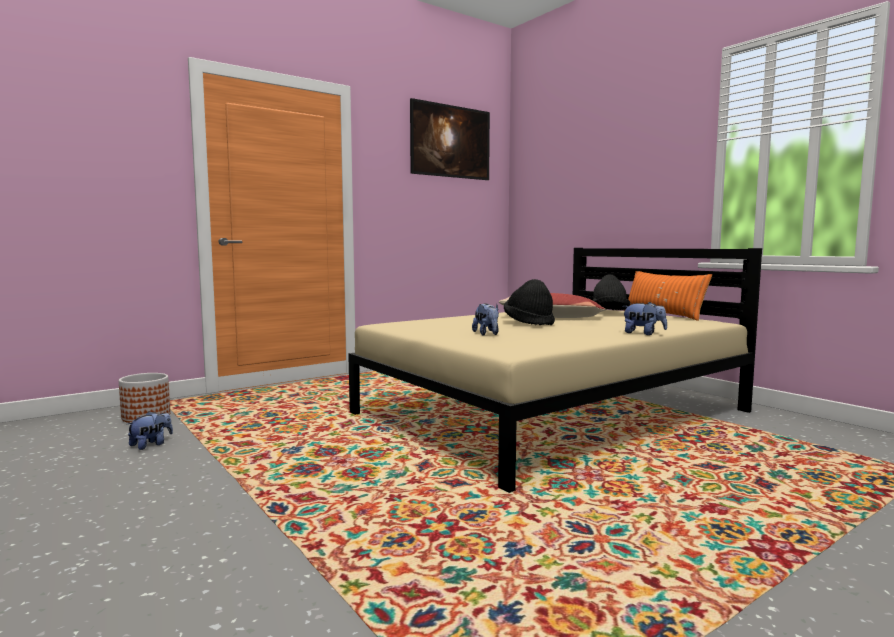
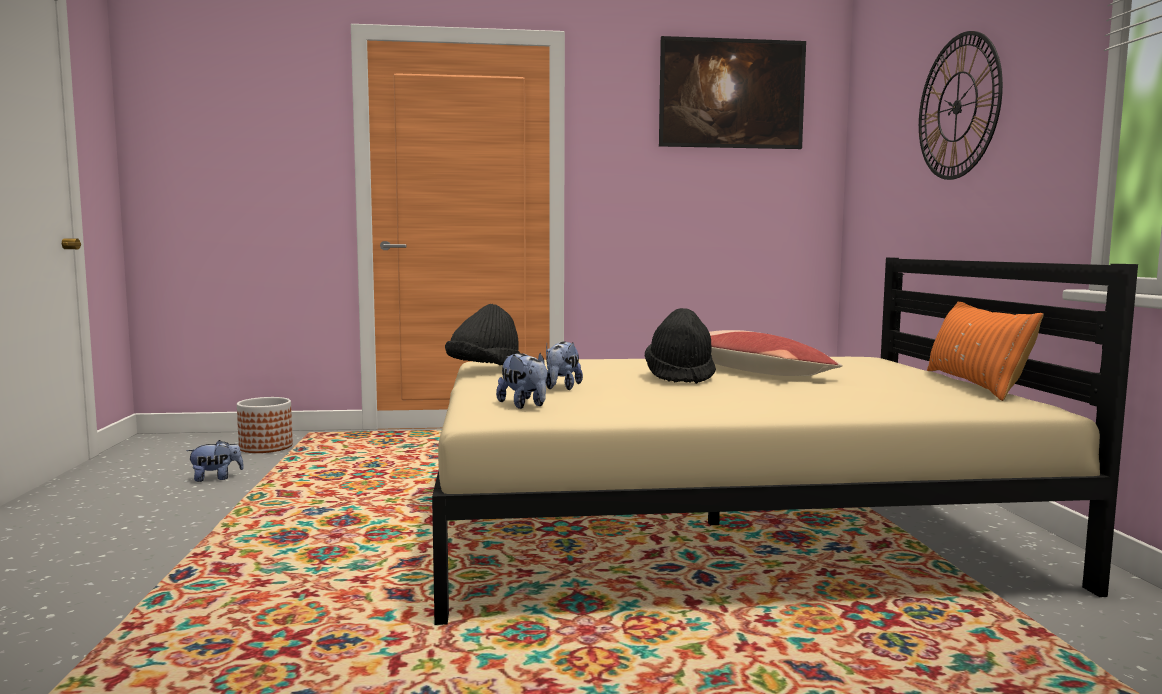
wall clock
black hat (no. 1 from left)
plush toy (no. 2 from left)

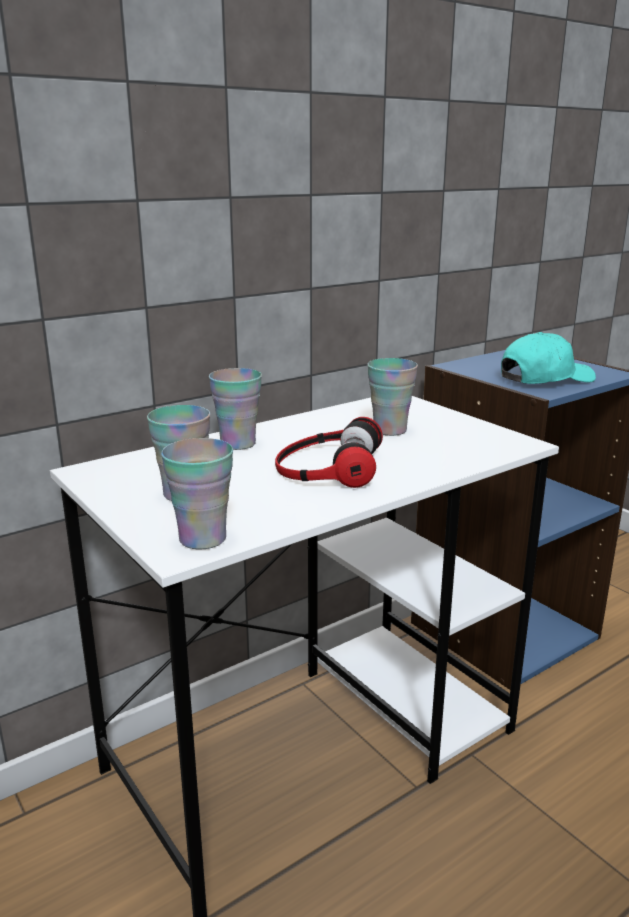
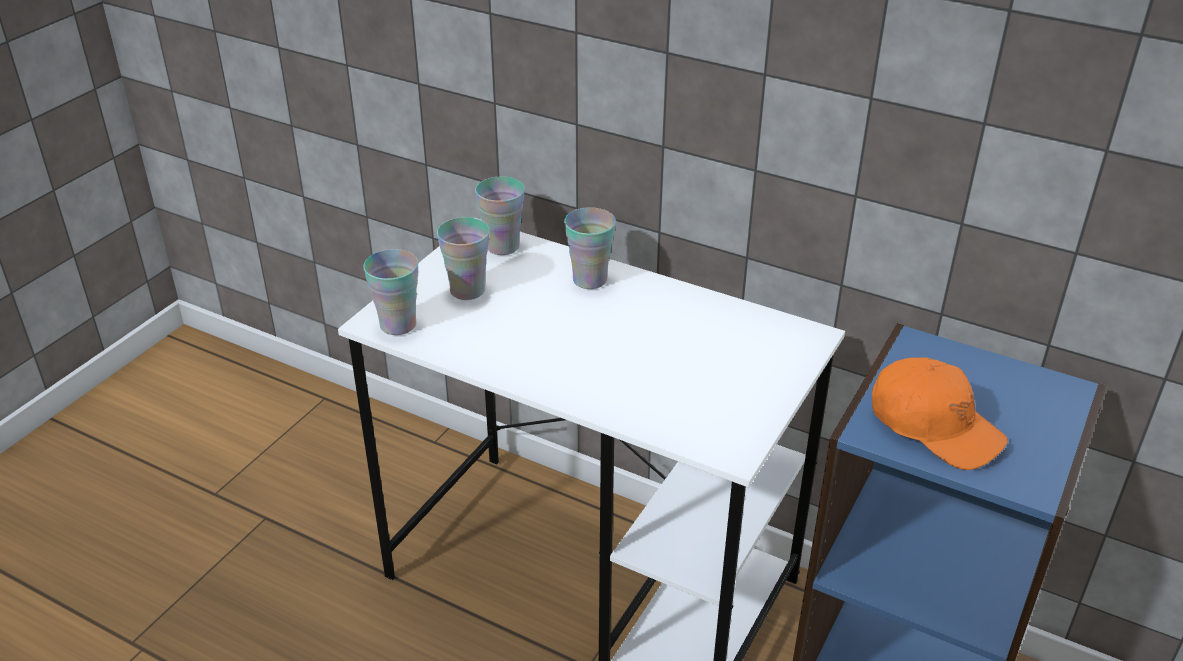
headphones
cup (no. 3 from left)
orange cap

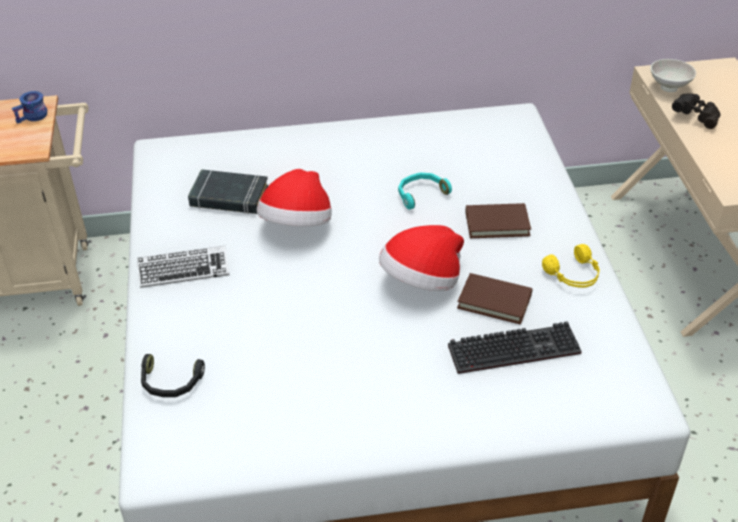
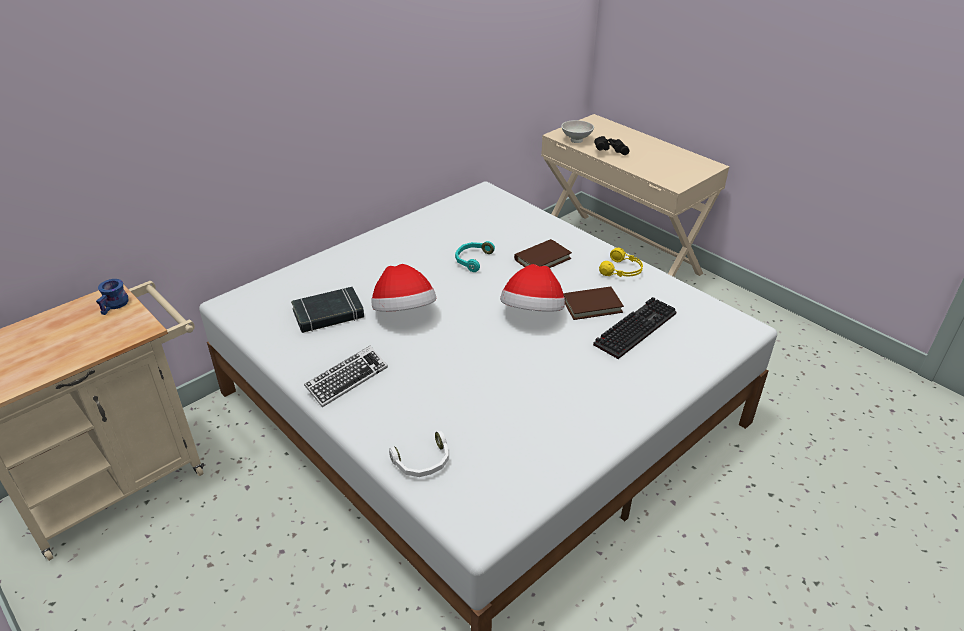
white headphones

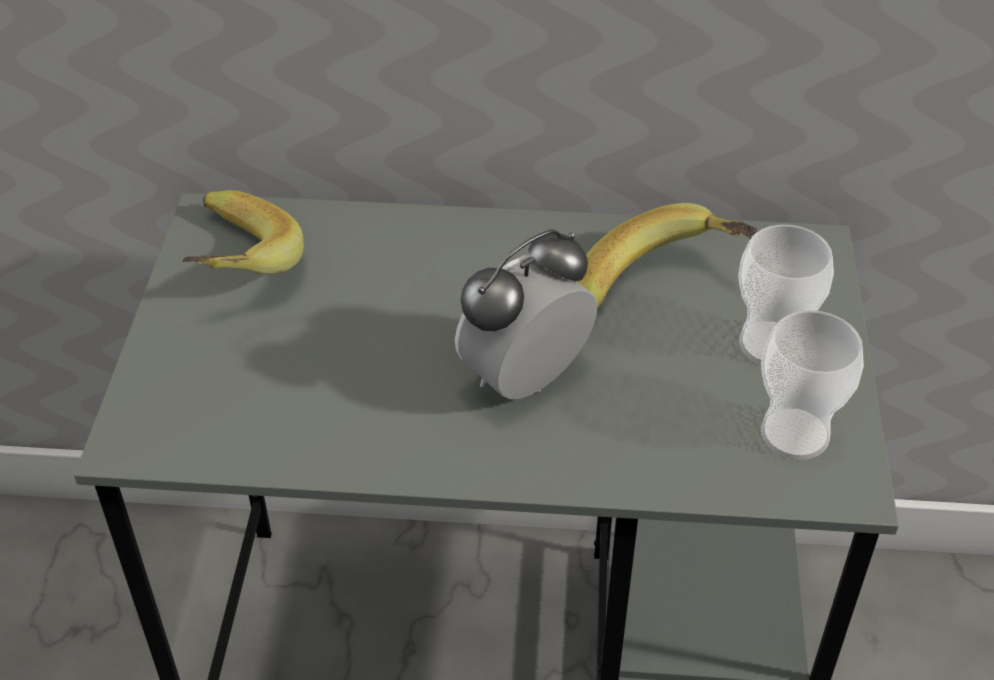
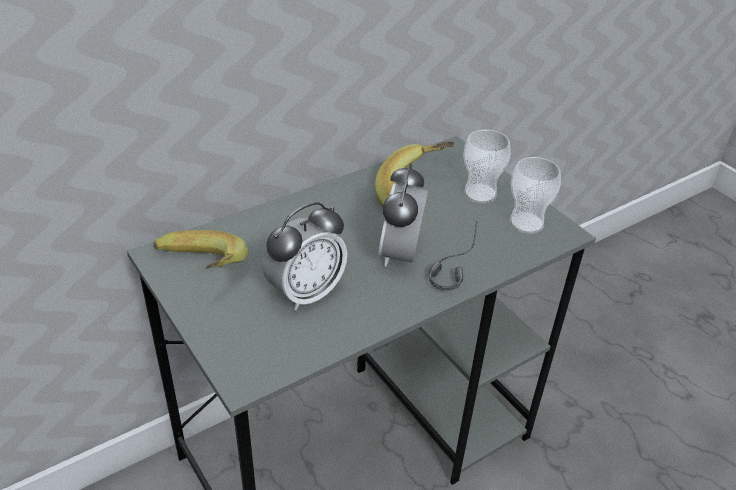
alarm clock (no. 1 from left)
headphones

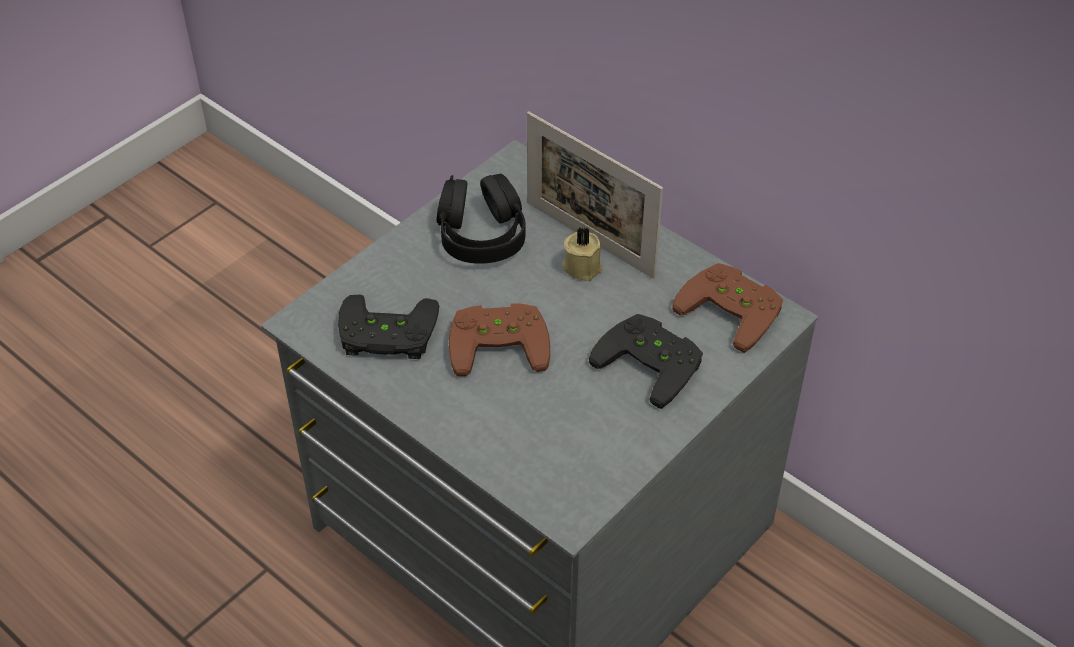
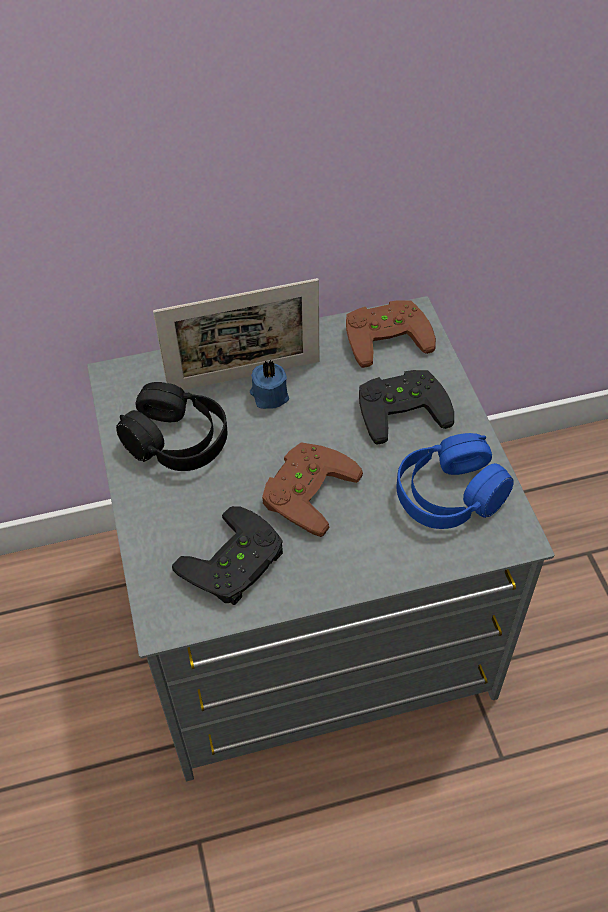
blue headphones
blue candle

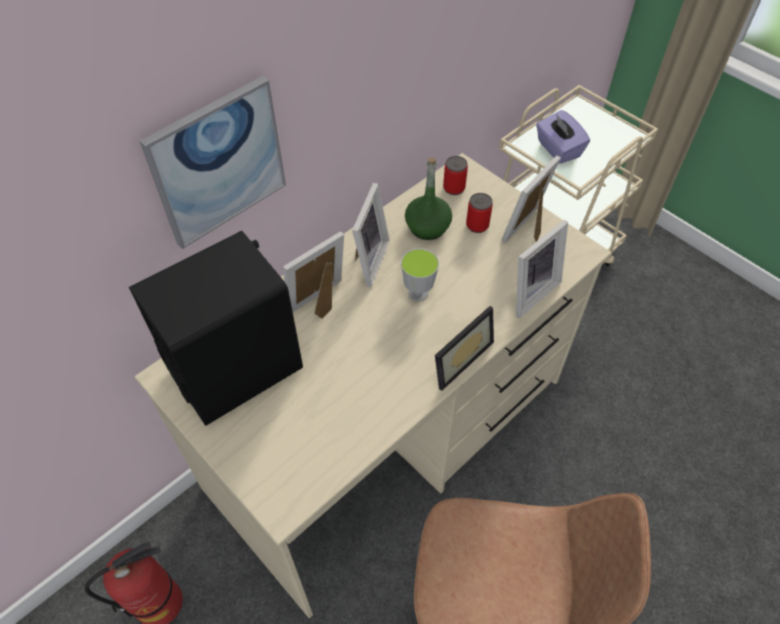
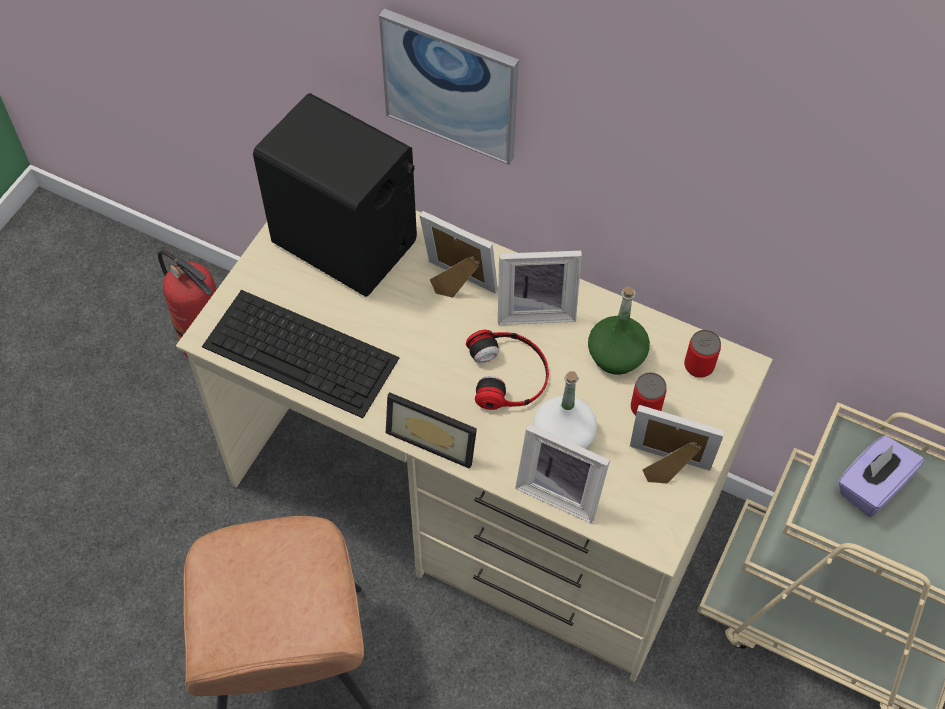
keyboard
white bottle
headphones

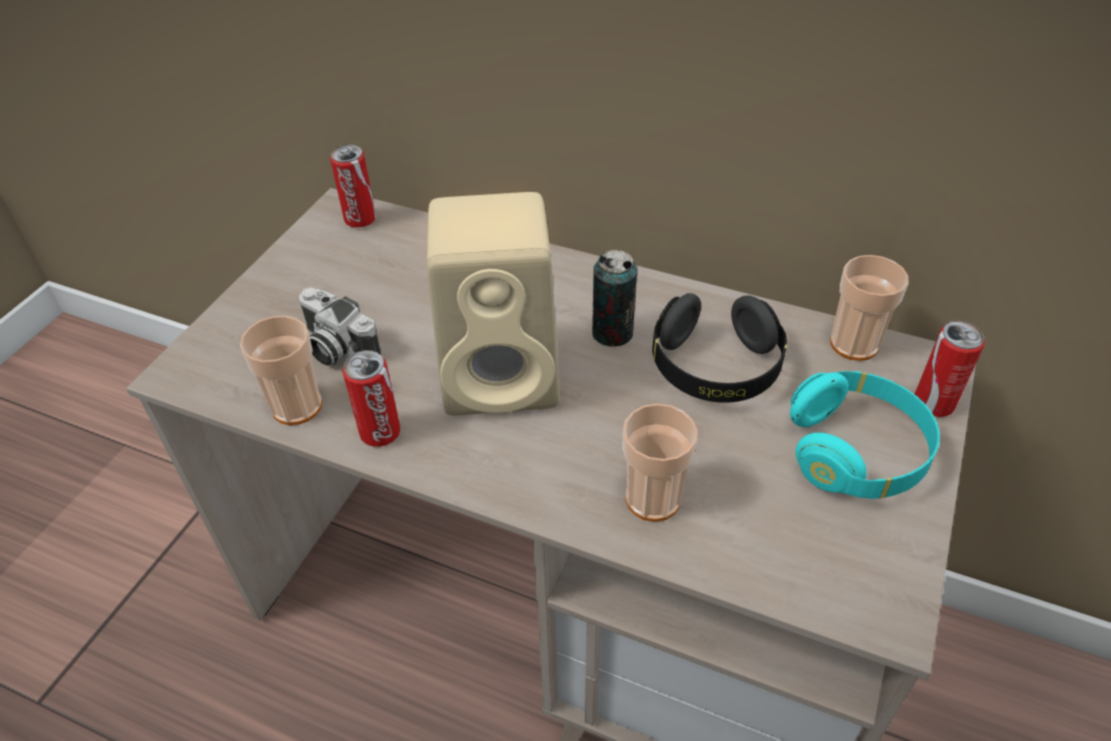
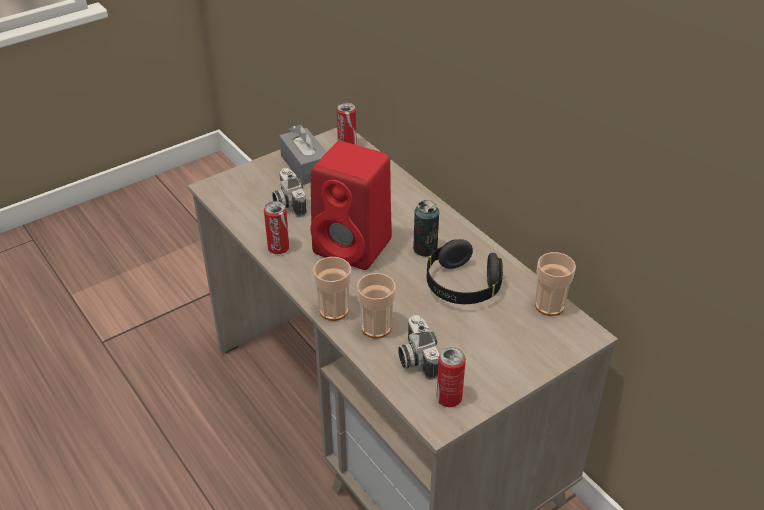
turquoise headphones
grey tissue box
photo camera (no. 2 from left)
cup (no. 1 from left)
can (no. 4 from left)
red speaker

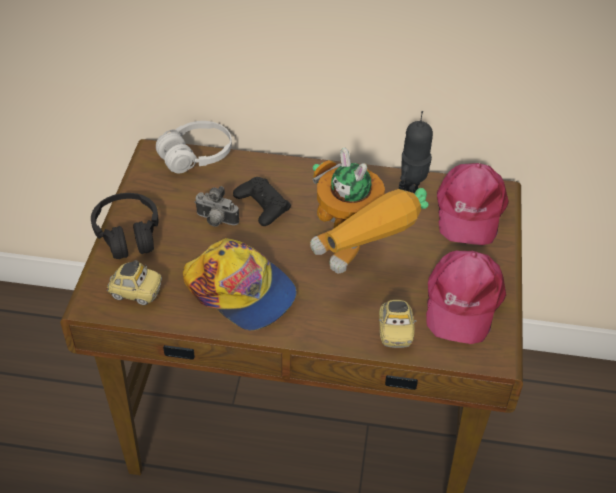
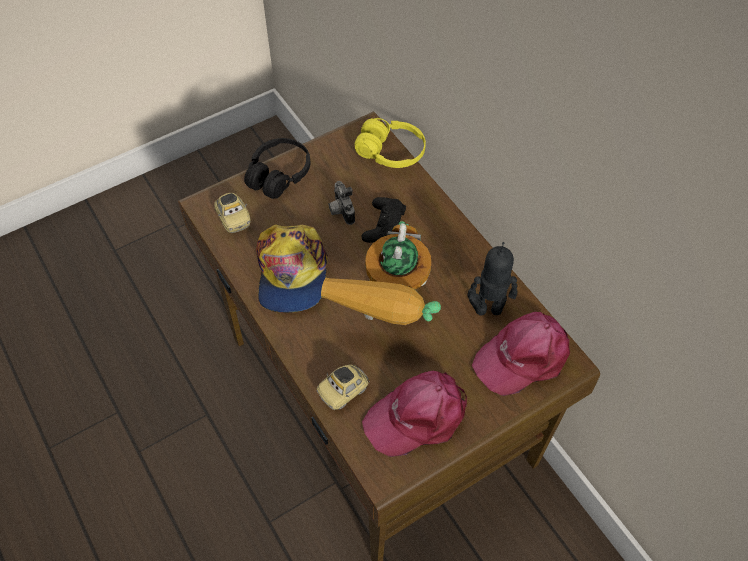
yellow headphones

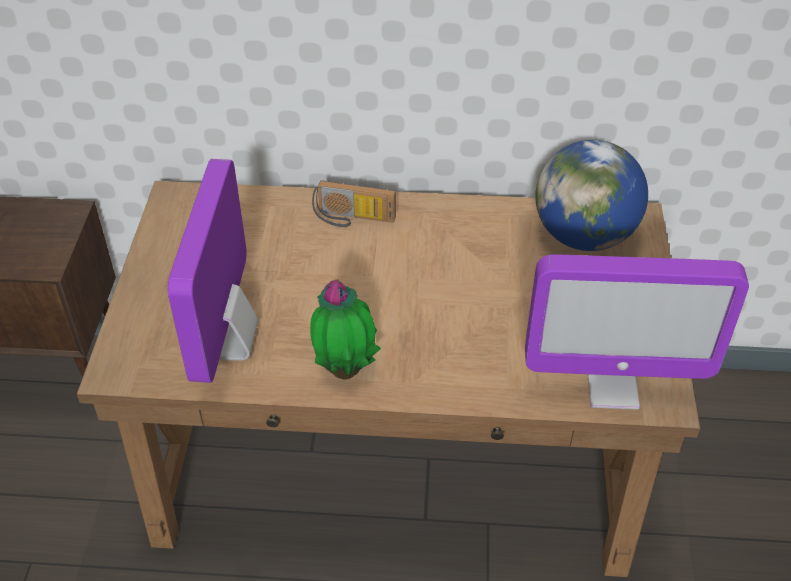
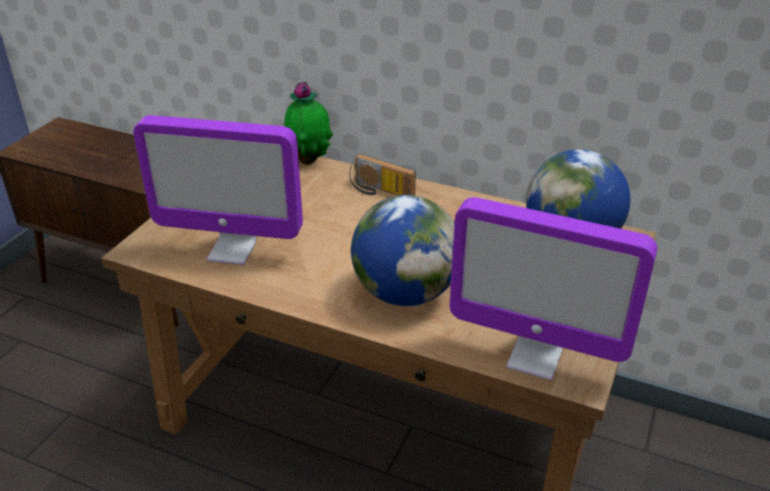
globe (no. 1 from left)
potted plant
monitor (no. 1 from left)

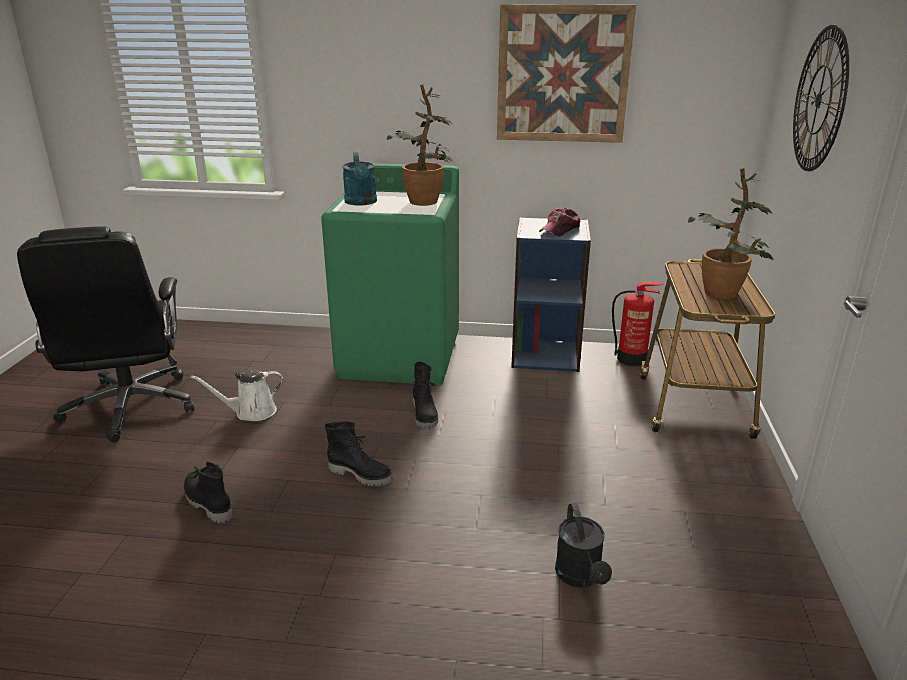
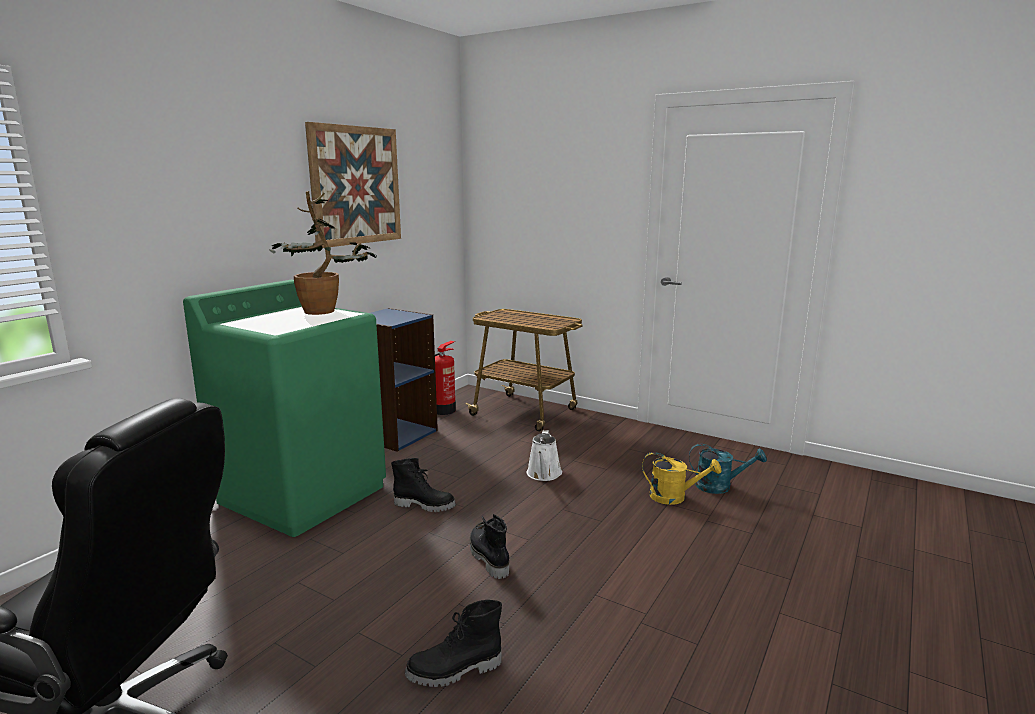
cap
potted plant (no. 2 from left in the first image)
wall clock
white watering can
turquoise watering can
yellow watering can
black boot (no. 3 from left)

